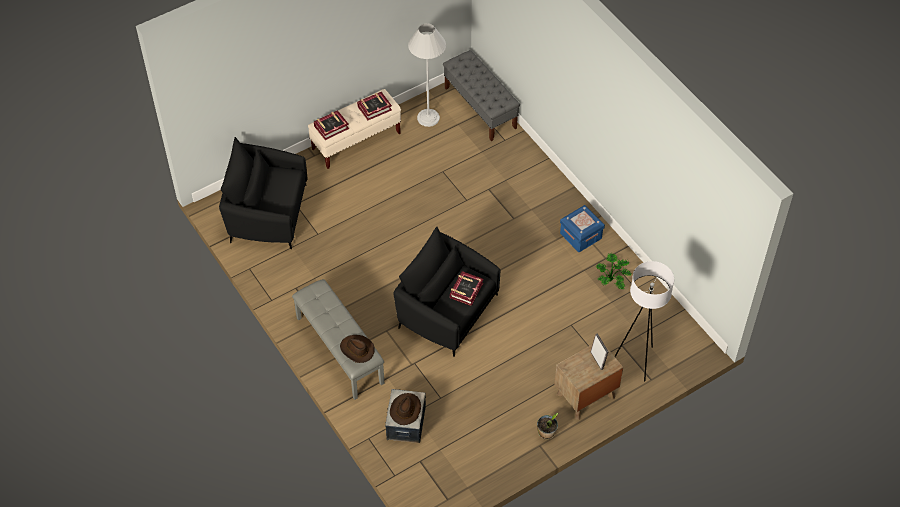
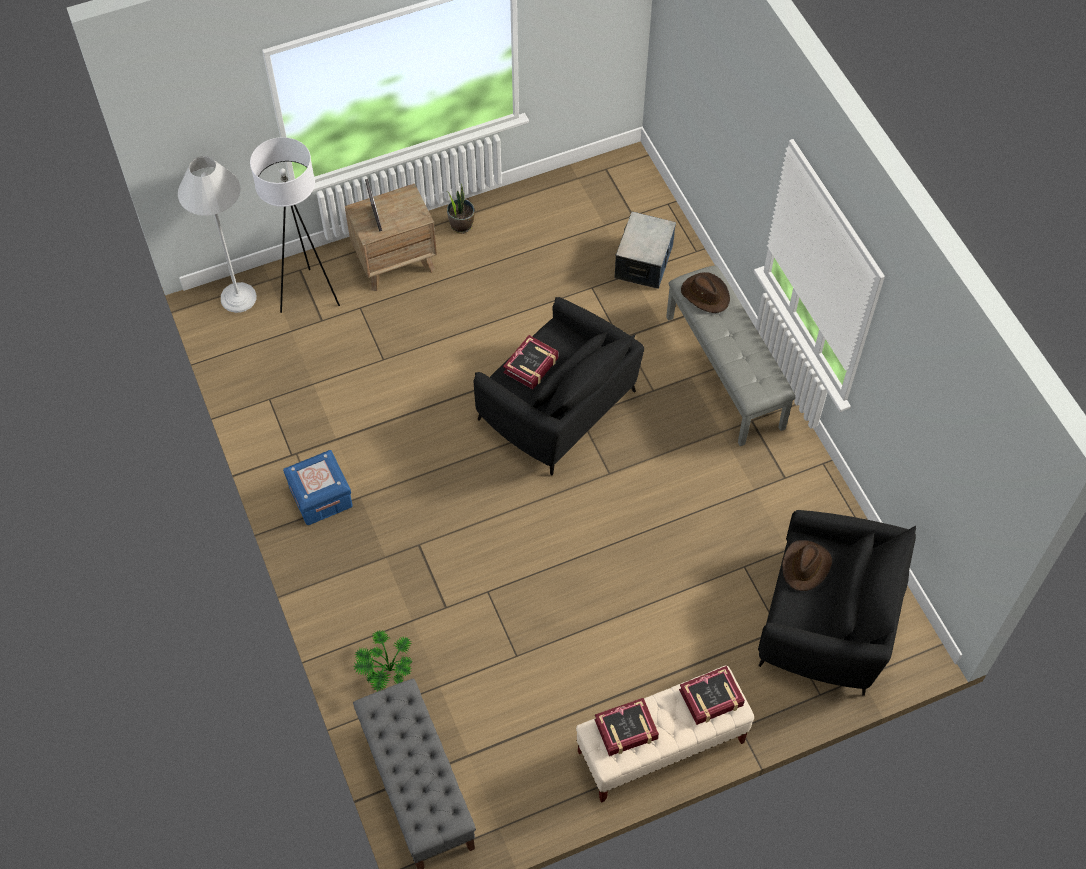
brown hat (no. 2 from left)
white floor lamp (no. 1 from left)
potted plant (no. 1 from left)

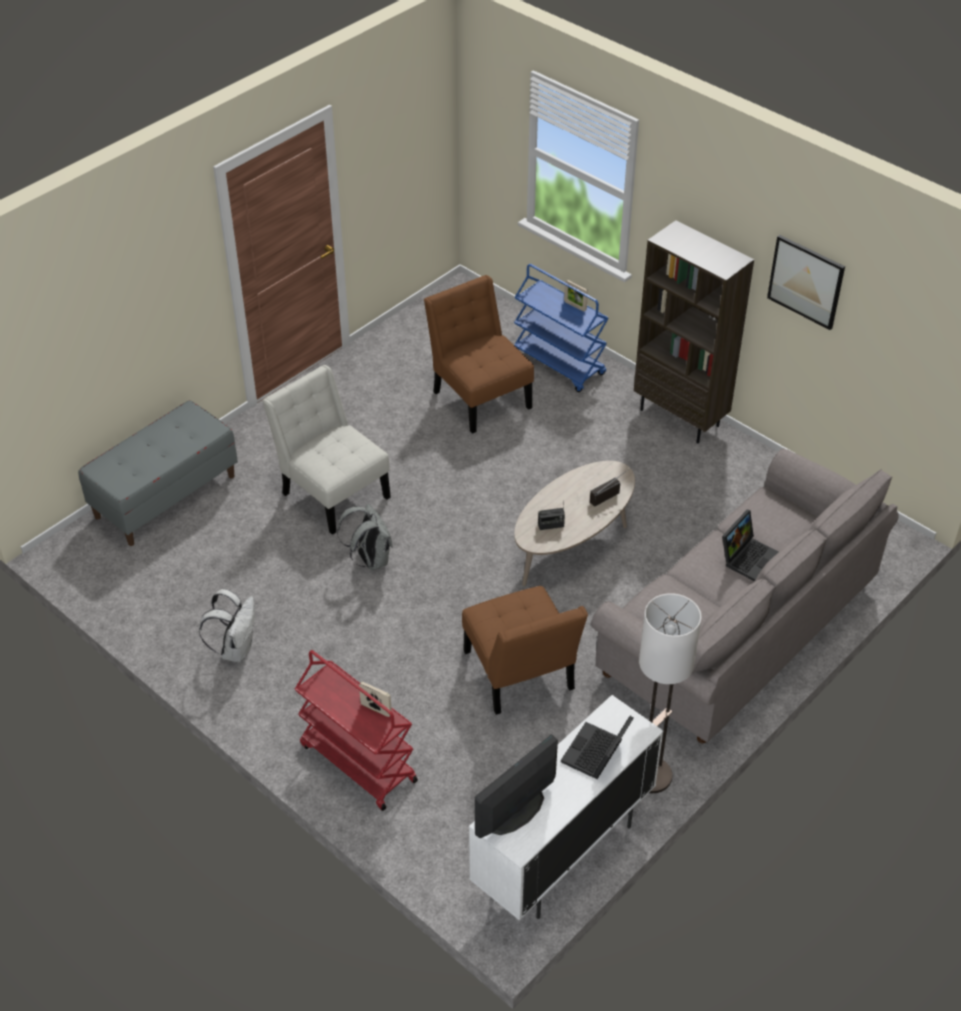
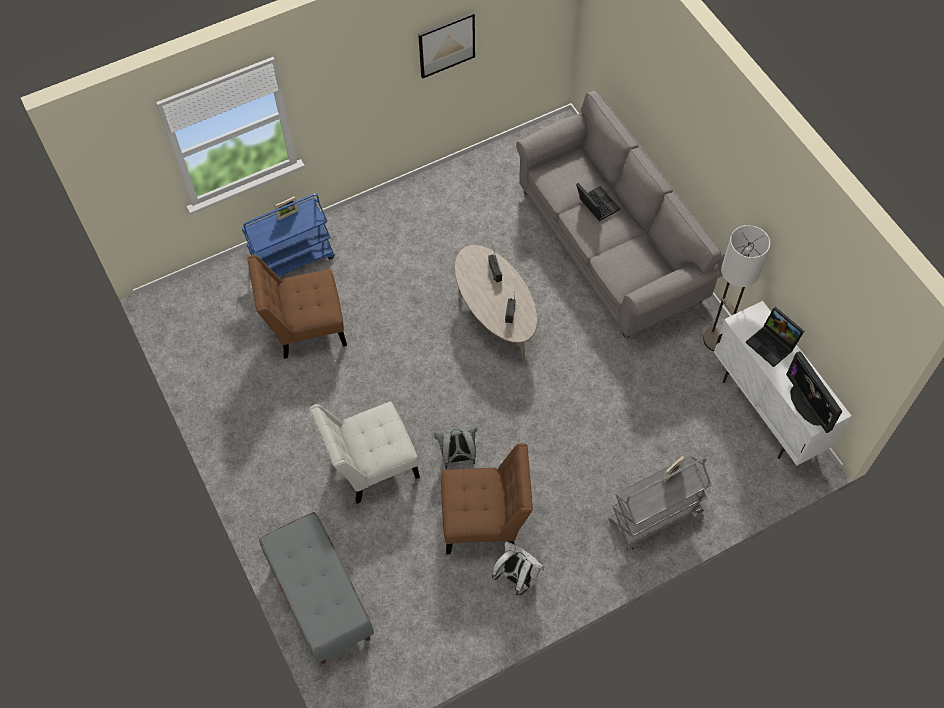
brown bookcase
brown chair (no. 2 from left)
grey cart

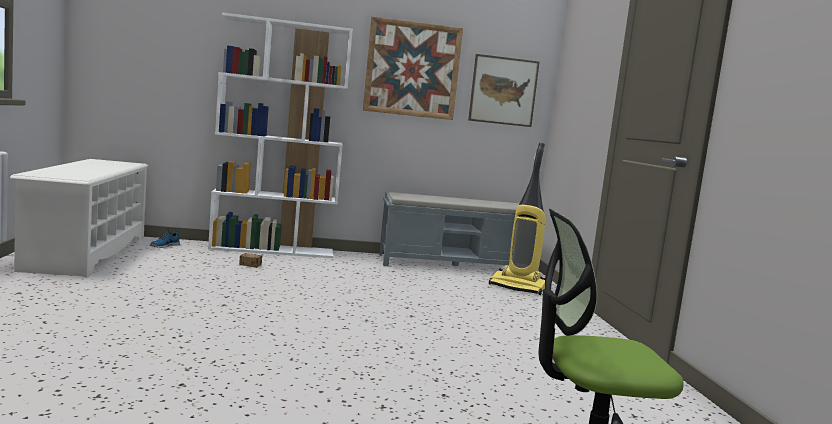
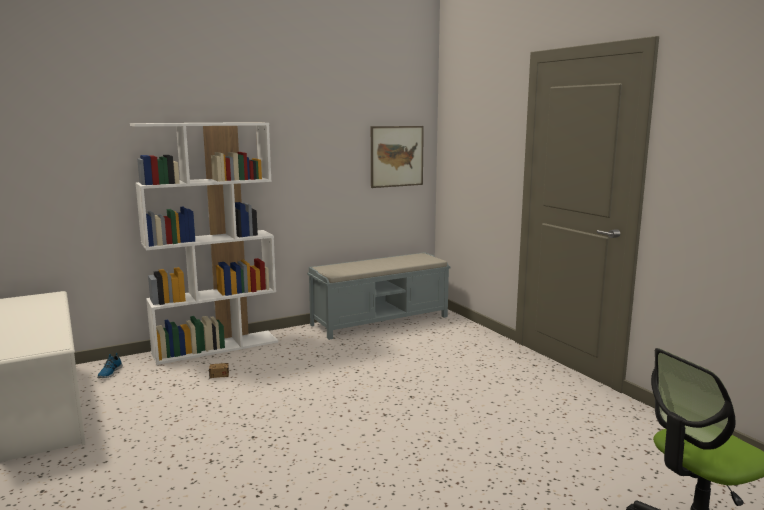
picture (no. 1 from left in the first image)
vacuum cleaner

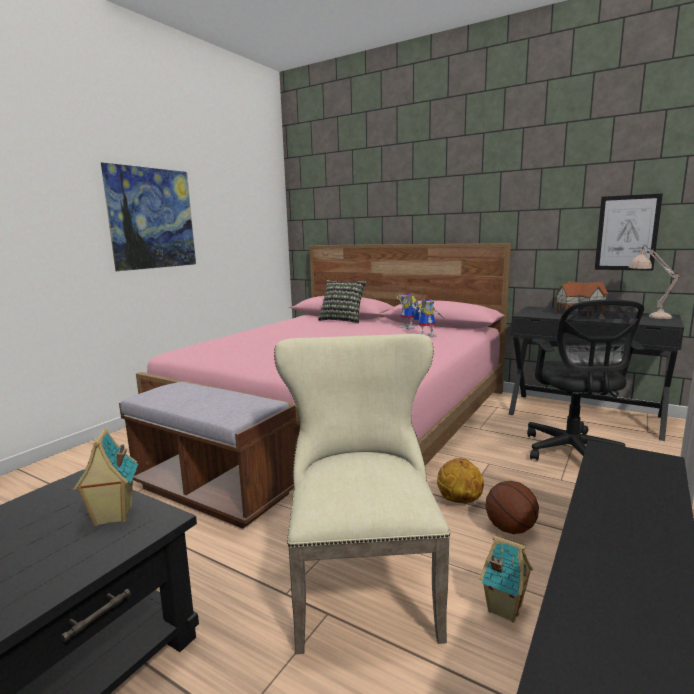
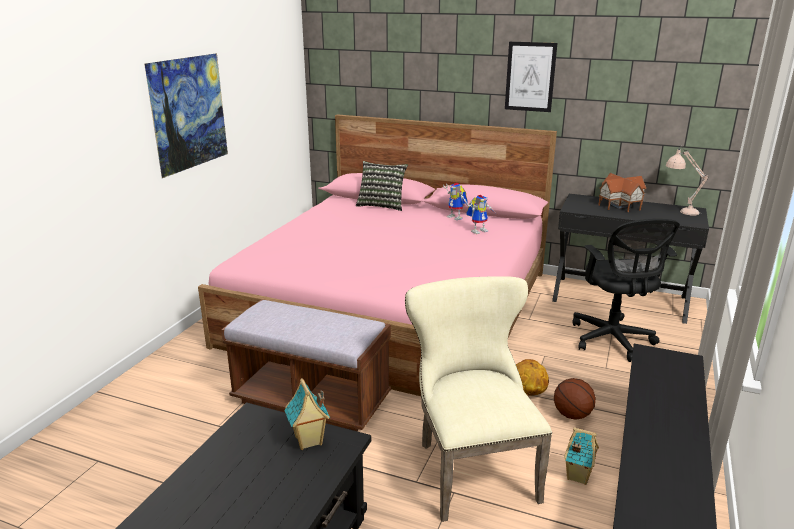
picture (no. 2 from left)

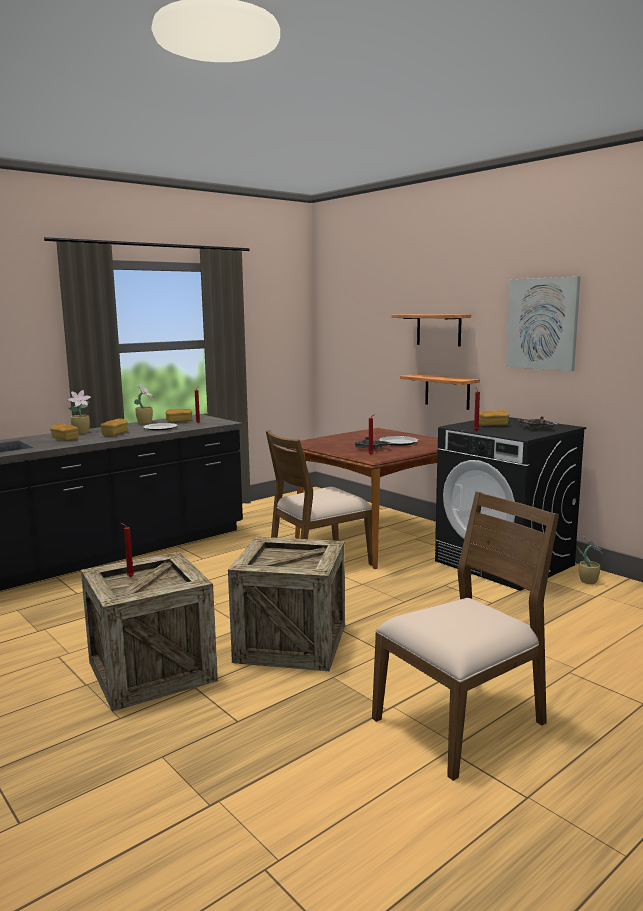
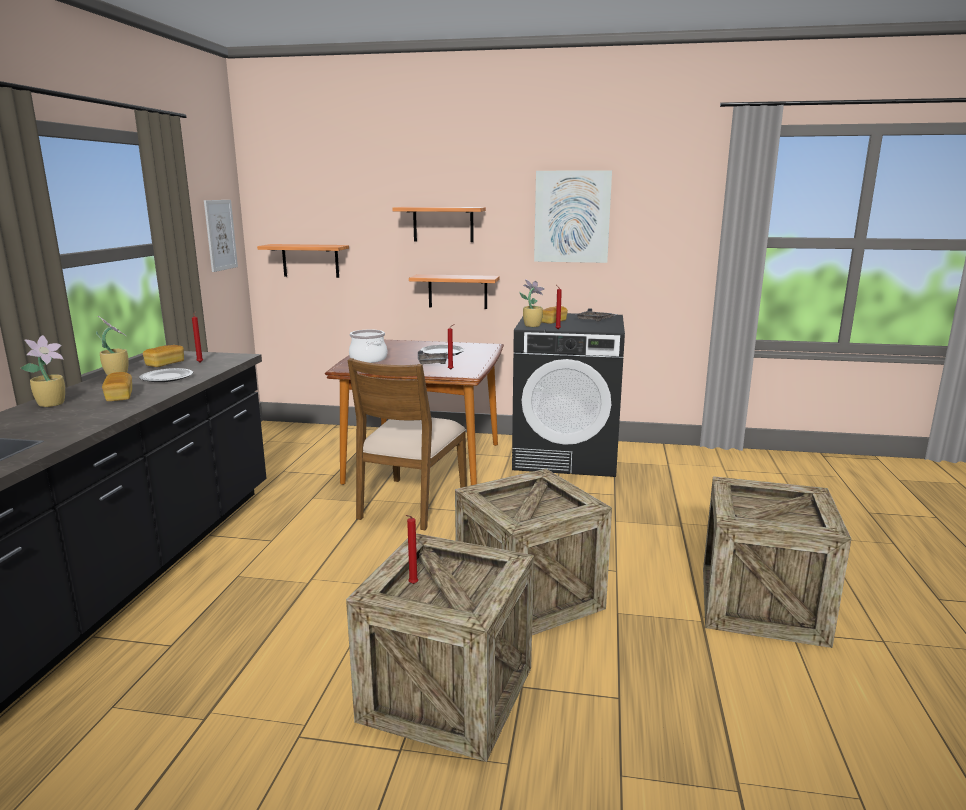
bread (no. 1 from left in the first image)
picture (no. 1 from left)
shelf (no. 1 from left)
cooking pot
potted plant (no. 3 from left)
crate (no. 3 from left)

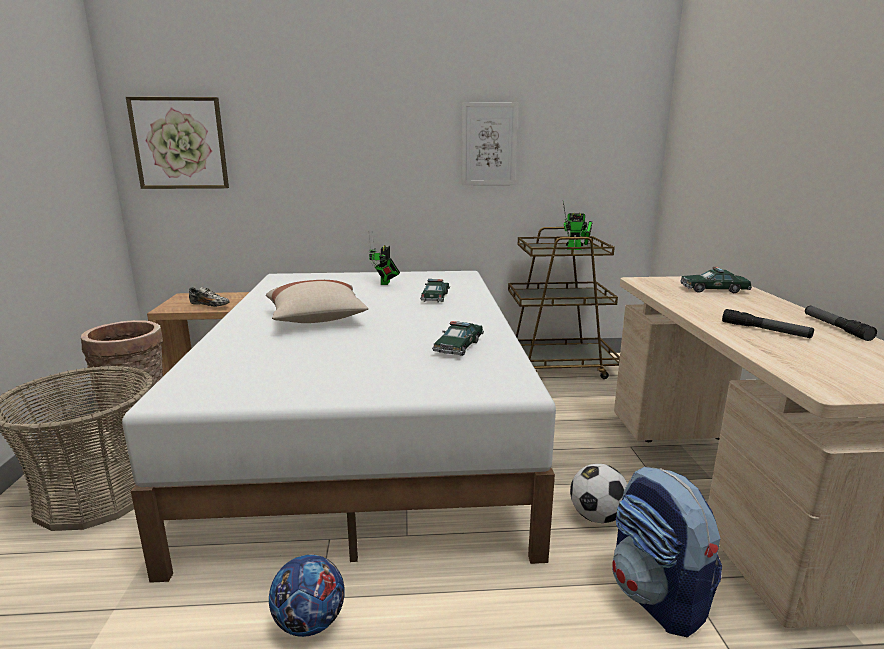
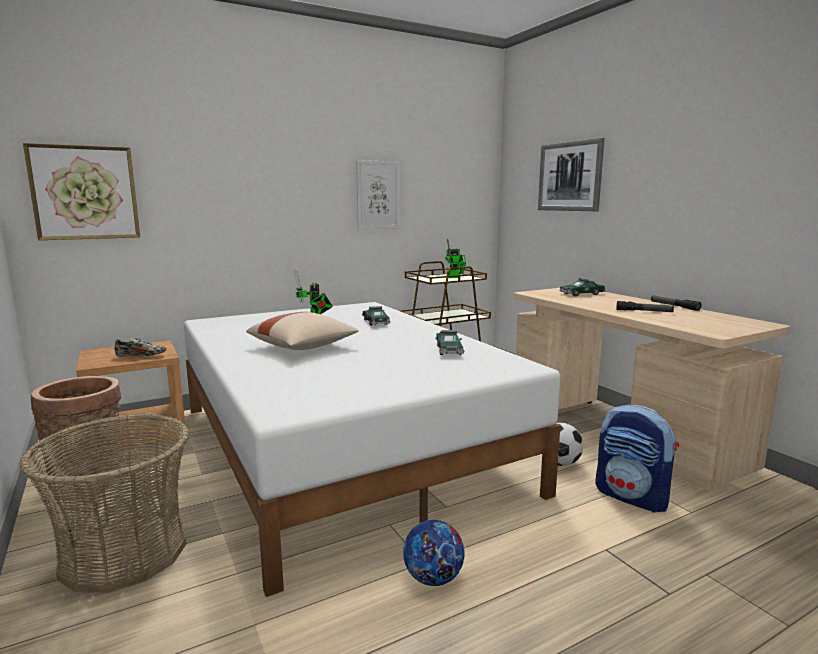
picture (no. 3 from left)

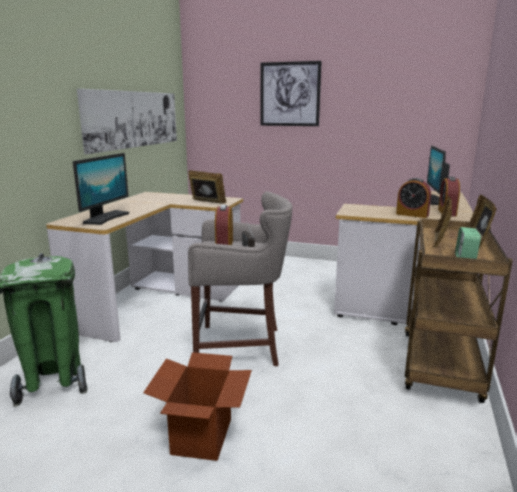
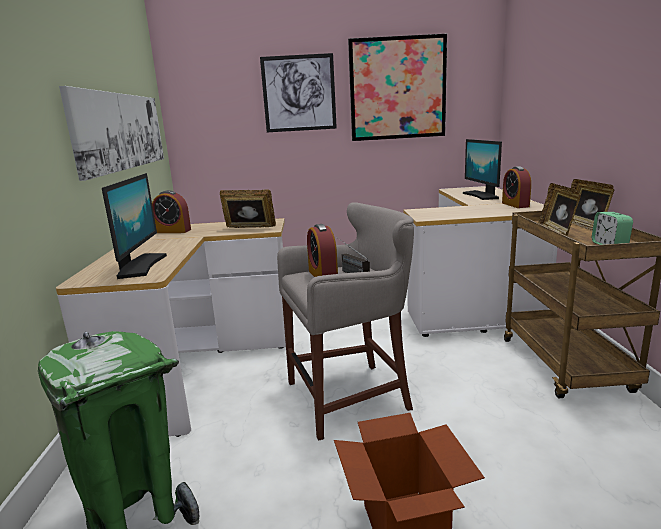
picture (no. 3 from left)
alarm clock (no. 1 from left)

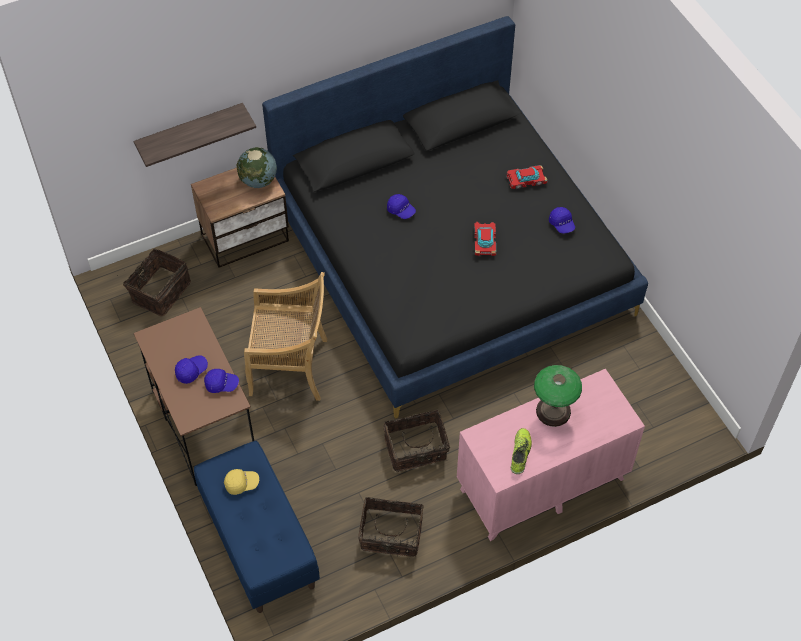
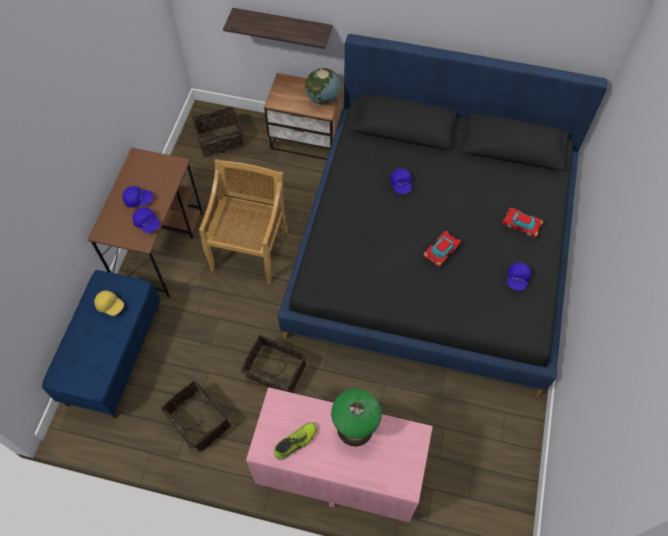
beige chair

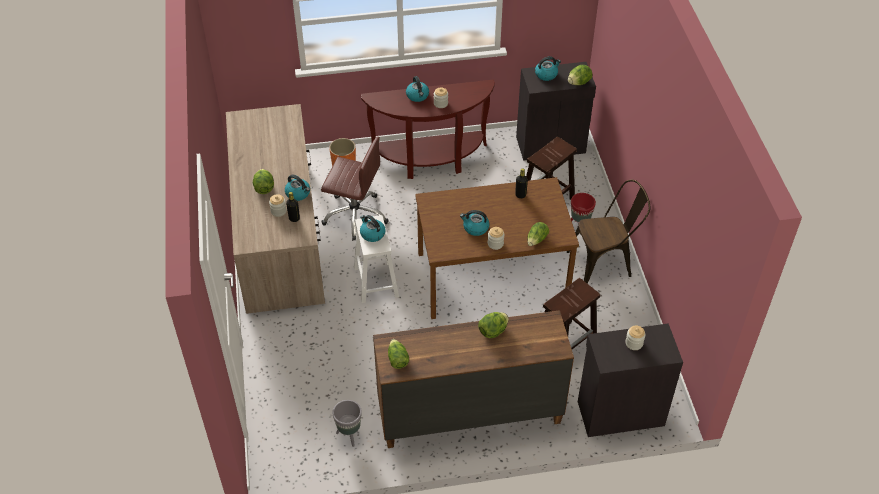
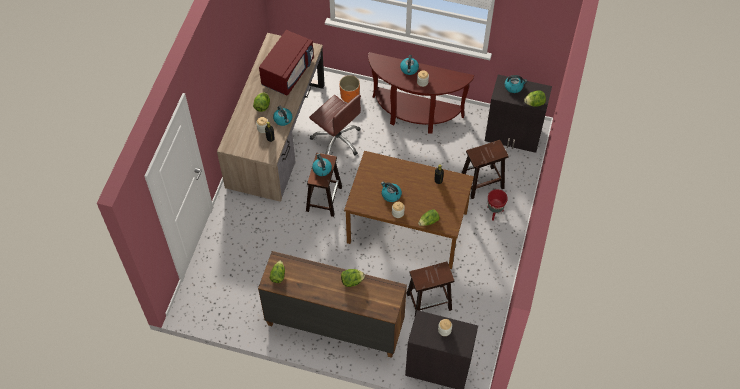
grey planter
brown chair
red microwave
brown stool (no. 1 from left)

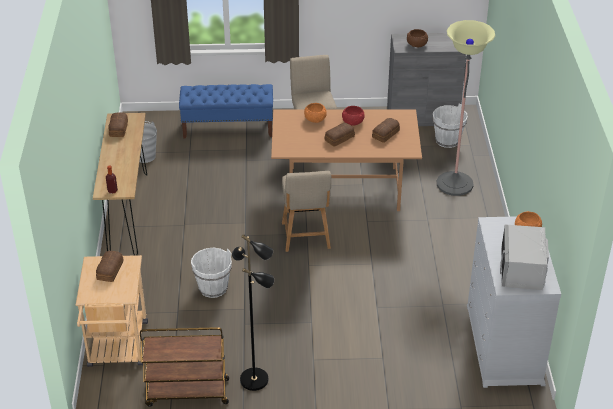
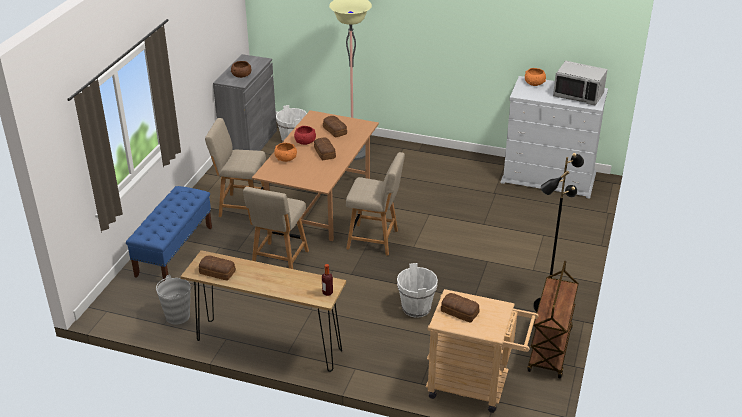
beige chair (no. 2 from left)

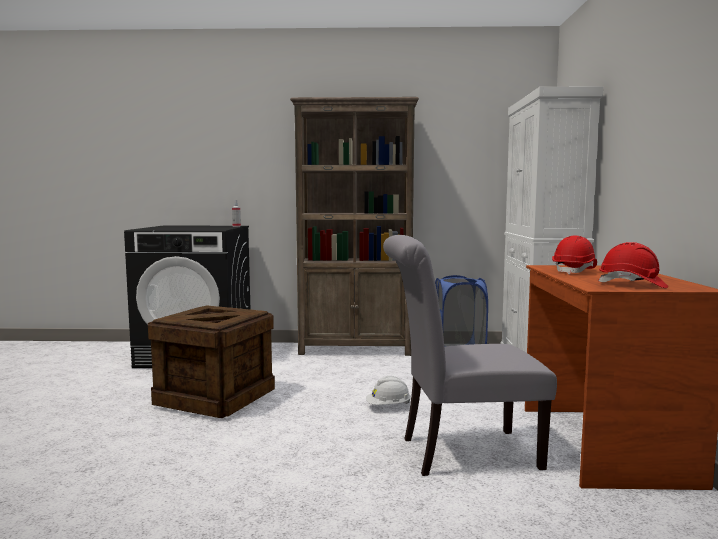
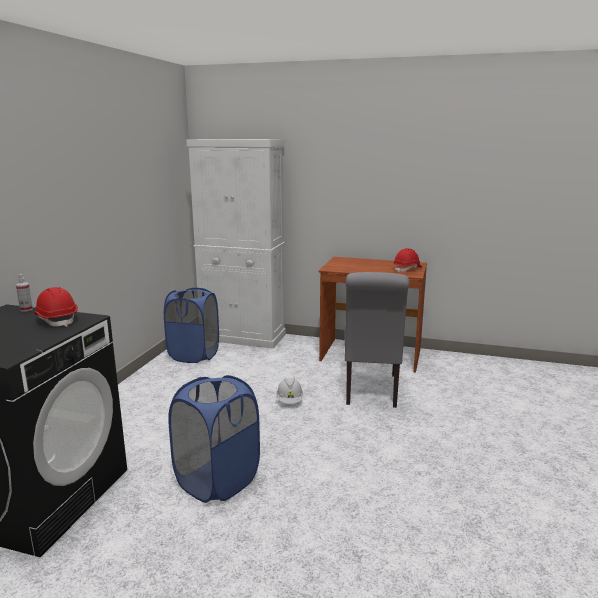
brown bookcase
red hard hat (no. 1 from left)
blue laundry basket (no. 2 from left)

